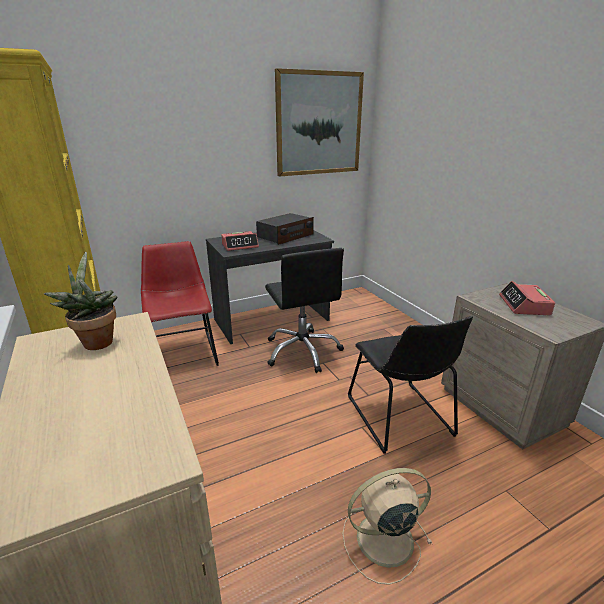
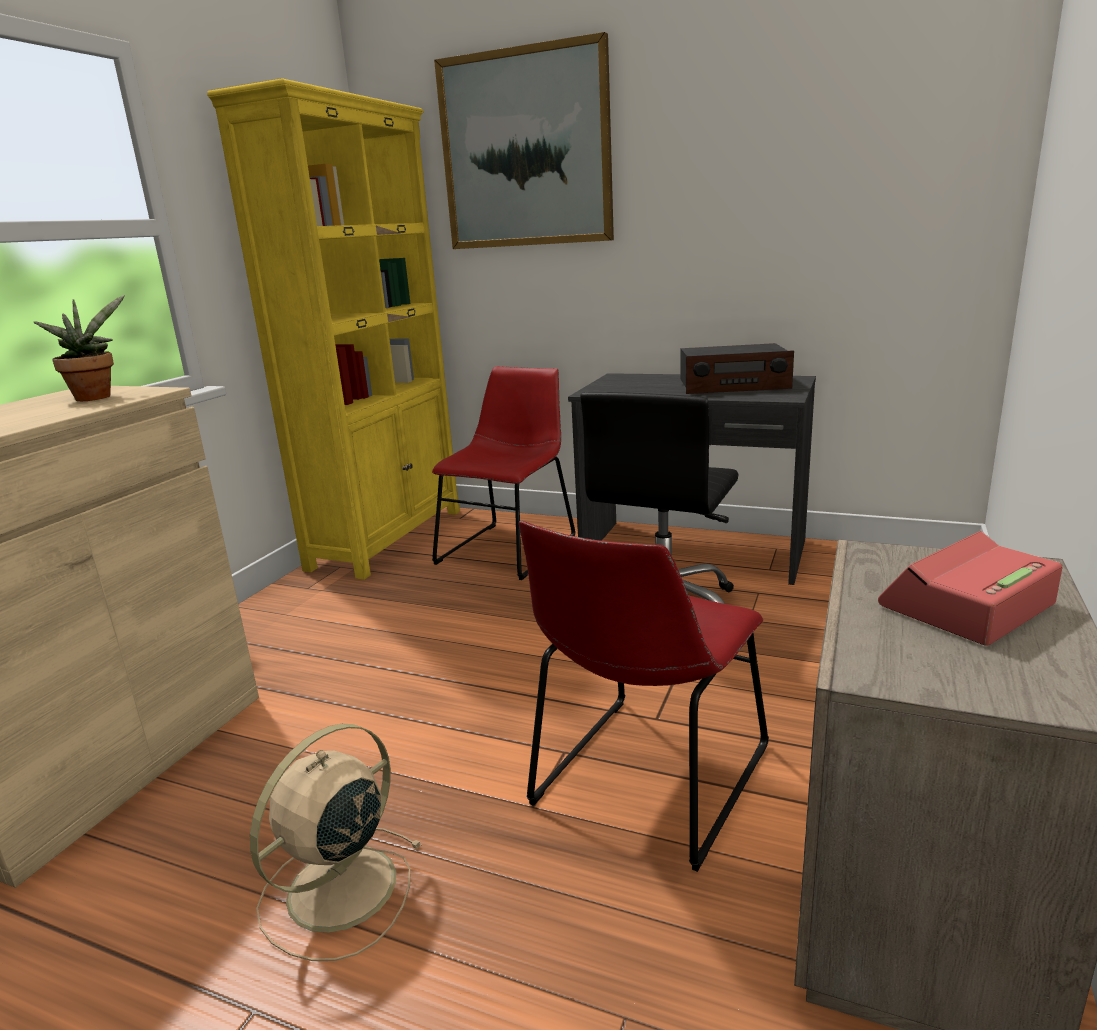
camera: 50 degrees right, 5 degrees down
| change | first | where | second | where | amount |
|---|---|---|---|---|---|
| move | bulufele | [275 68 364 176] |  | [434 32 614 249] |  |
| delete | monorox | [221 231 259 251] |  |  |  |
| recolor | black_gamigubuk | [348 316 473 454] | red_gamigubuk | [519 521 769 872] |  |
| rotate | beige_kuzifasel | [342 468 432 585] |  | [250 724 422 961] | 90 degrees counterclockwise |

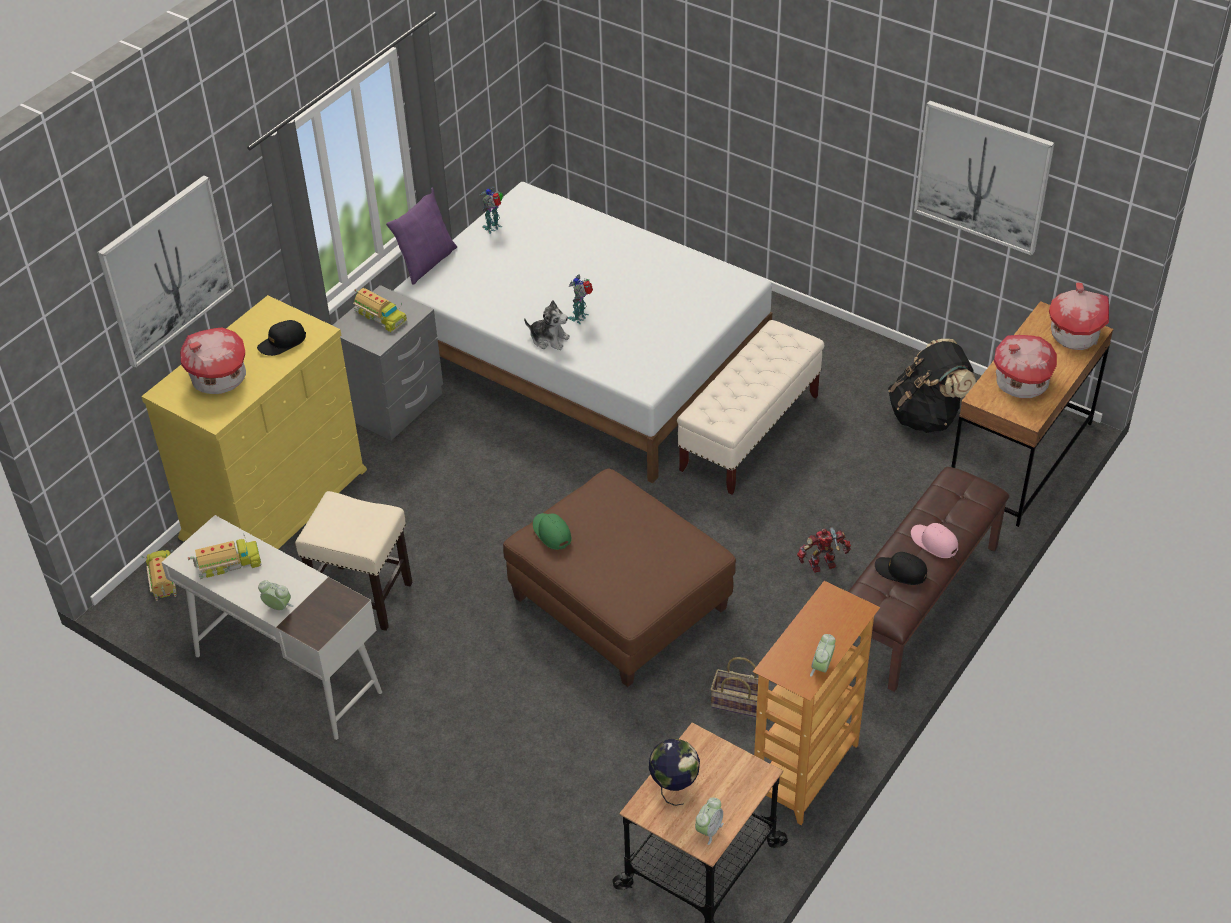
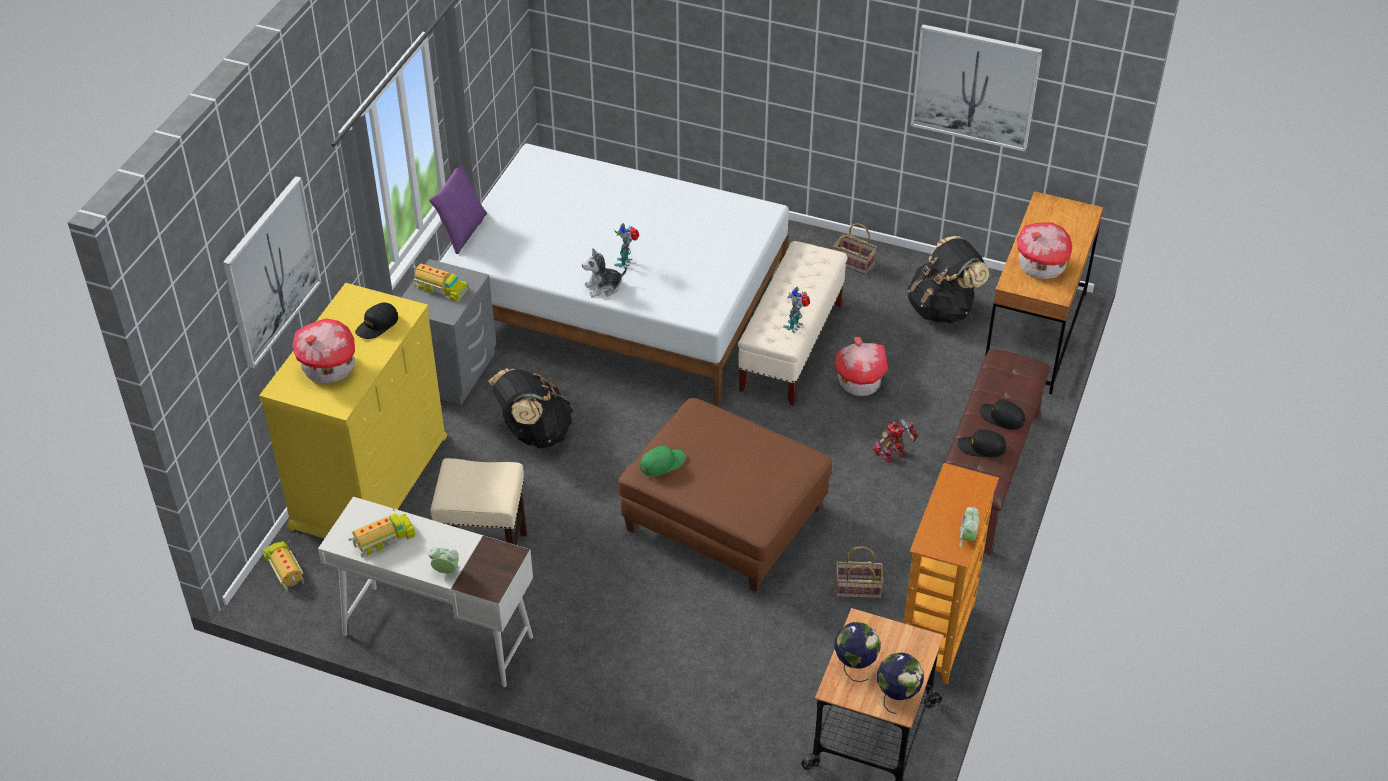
camera: 15 degrees left, 0 degrees up
| change | first | where | second | where | amount |
|---|---|---|---|---|---|
| move | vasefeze | [480 186 503 234] |  | [783 287 810 334] |  |
| move | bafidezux | [1049 283 1109 350] |  | [835 337 888 396] |  |
| rotate | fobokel | [524 300 570 350] |  | [582 248 627 297] | 150 degrees clockwise |
| rotate | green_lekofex | [533 513 572 550] |  | [640 446 686 476] | 105 degrees clockwise |
| recolor | pink_lekofex | [911 523 958 558] | black_lekofex | [979 400 1025 430] |  |
| replace | monorox | [695 798 724 845] | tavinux | [877 653 924 714] |  |
| insert |  |  | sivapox | [833 223 877 275] |  |
| insert |  |  | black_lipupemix | [488 368 573 448] |  |

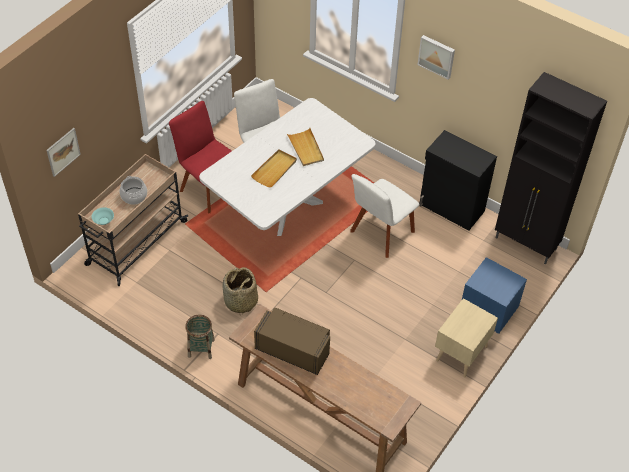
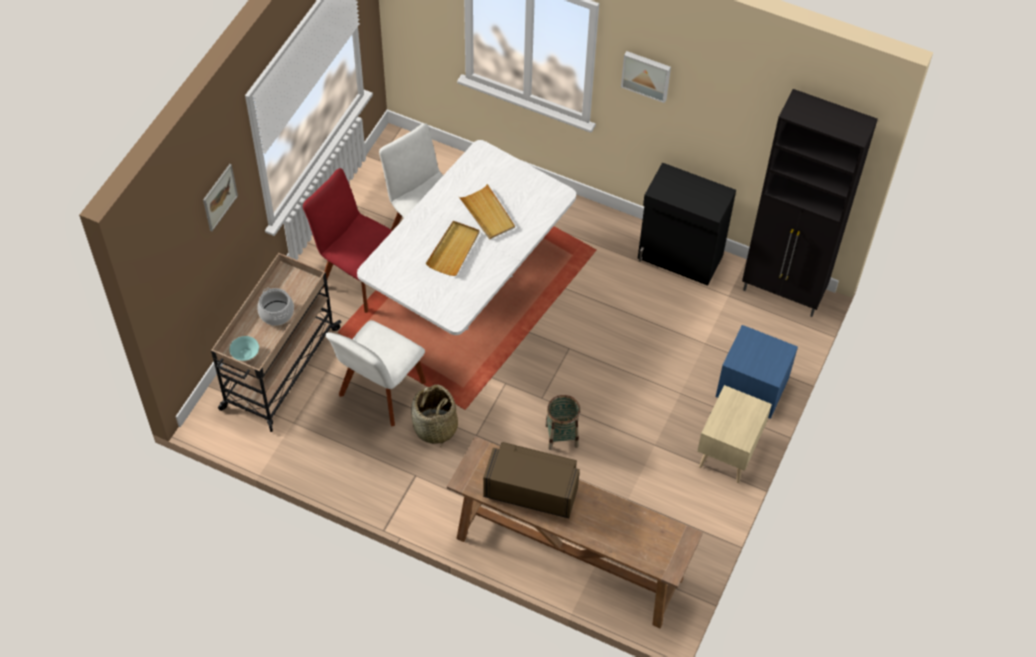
camera: 10 degrees left, 5 degrees up
| change | first | where | second | where | amount |
|---|---|---|---|---|---|
| move | bulufele | [46 128 81 177] |  | [203 164 238 231] |  |
| move | white_gamigubuk | [350 174 419 258] |  | [326 320 426 426] |  |
| move | sivapox | [185 315 215 359] |  | [545 395 580 450] |  |

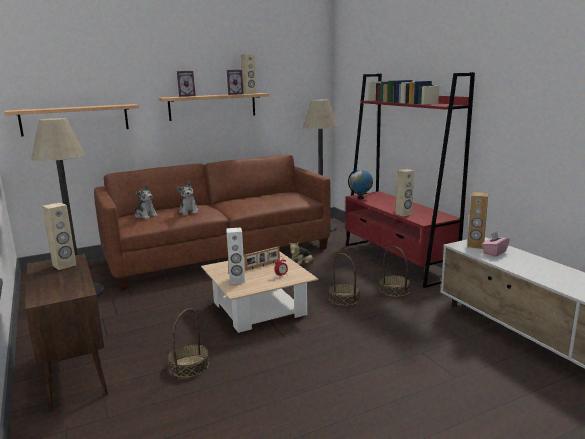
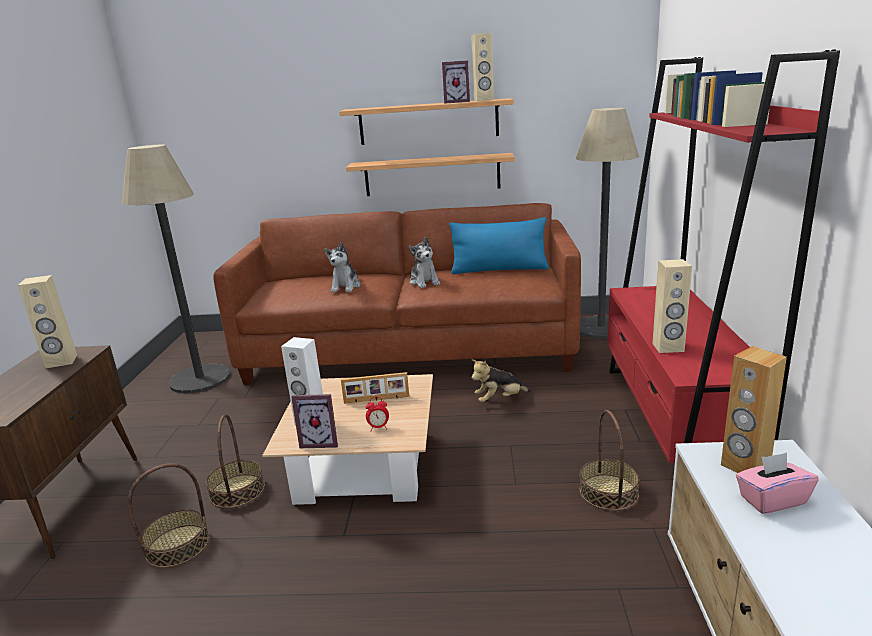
camera: 30 degrees right, 5 degrees up
| change | first | where | second | where | amount |
|---|---|---|---|---|---|
| move | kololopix | [177 71 196 97] |  | [291 394 338 448] |  |
| move | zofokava | [4 104 139 137] |  | [346 153 515 196] |  |
| delete | tavinux | [348 169 373 199] |  |  |  |
| move | fobokel | [135 185 158 219] |  | [409 237 440 288] |  |
| move | sivapox | [329 253 360 306] |  | [206 414 265 509] |  |
| insert |  |  | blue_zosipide | [449 217 549 274] |  |

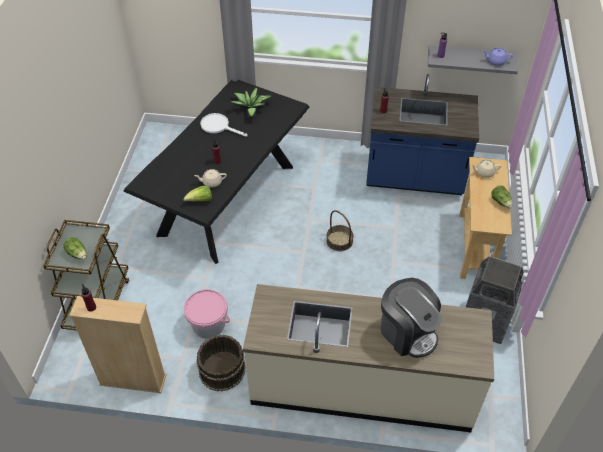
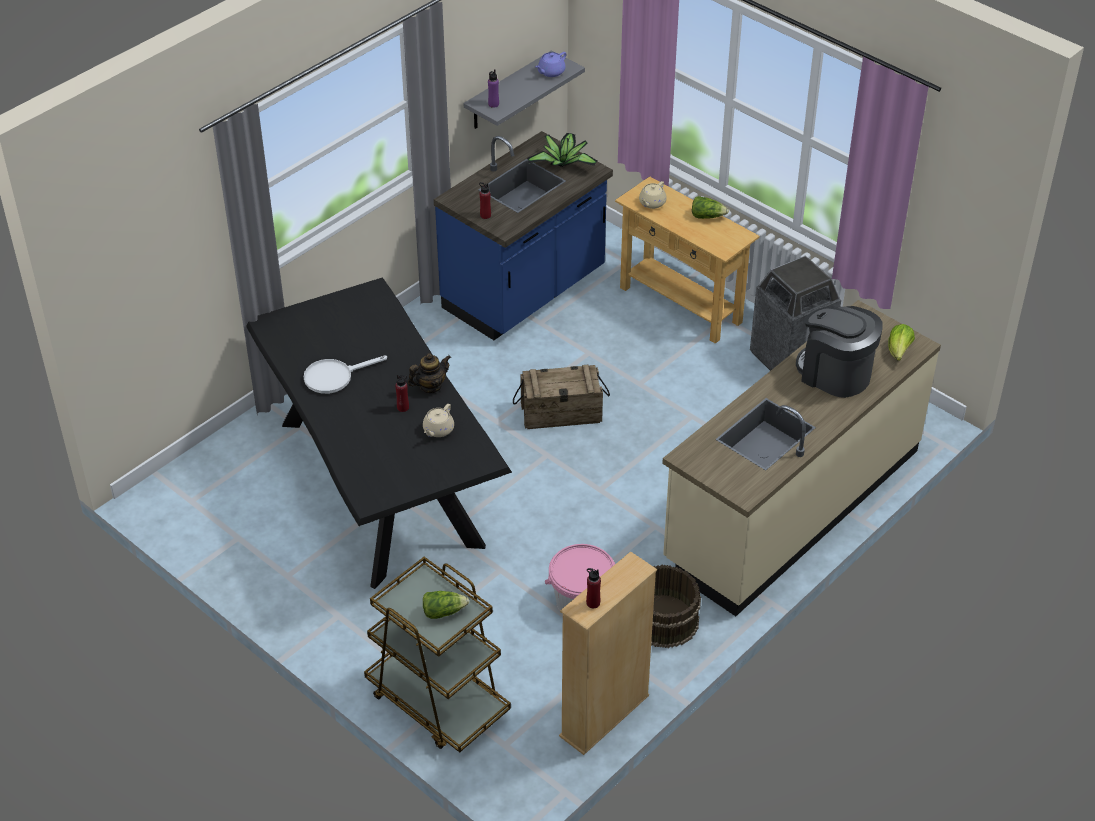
camera: 55 degrees left, 5 degrees down
| change | first | where | second | where | amount |
|---|---|---|---|---|---|
| move | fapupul | [230 87 272 117] |  | [527 133 597 167] |  |
| move | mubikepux | [183 185 212 201] |  | [888 324 915 361] |  |
| replace | sivapox | [326 210 353 251] | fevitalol | [513 365 610 429] |  |
| rotate | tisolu | [381 278 441 358] |  | [796 306 883 398] | 135 degrees counterclockwise |
| insert |  |  | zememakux | [408 353 451 393] |  |

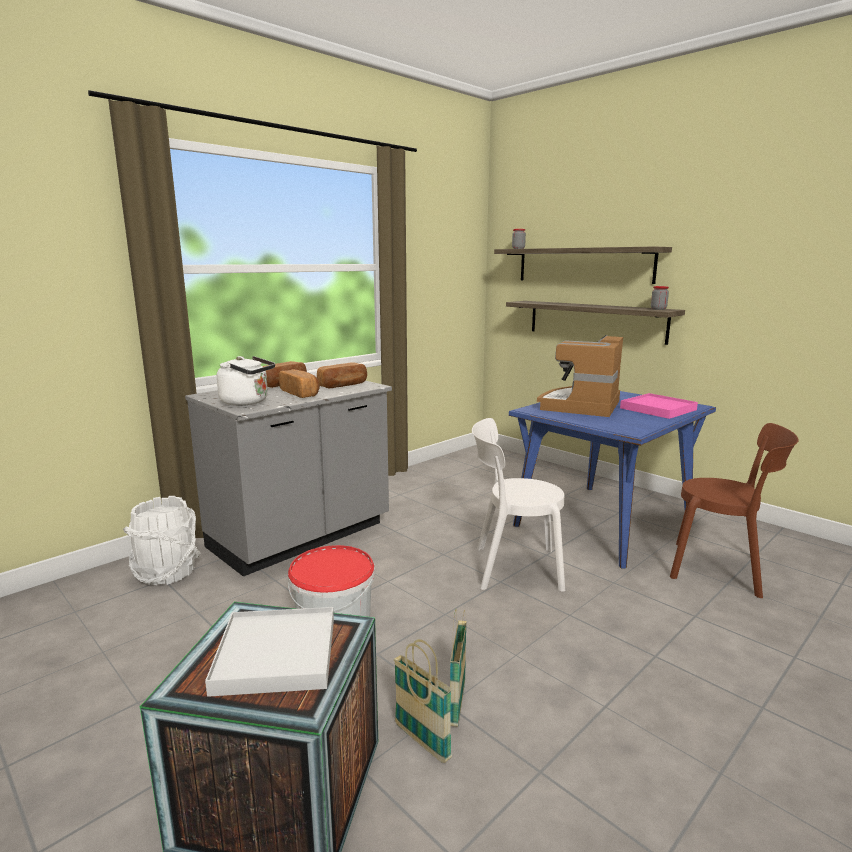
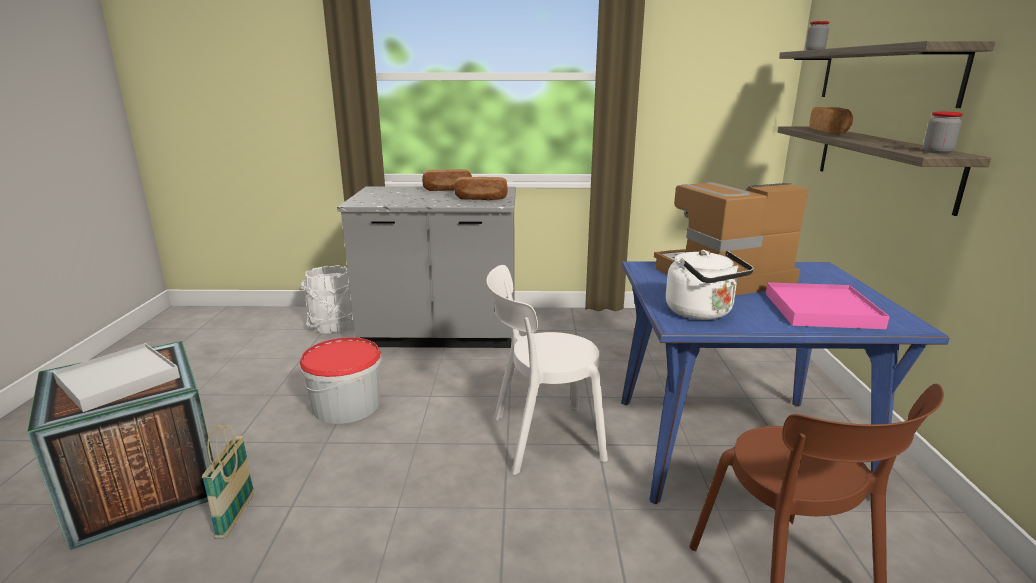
camera: 45 degrees right, 5 degrees up
| change | first | where | second | where | amount |
|---|---|---|---|---|---|
| move | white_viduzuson | [217 356 275 406] |  | [666 250 754 320] |  |
| move | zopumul | [279 369 320 398] |  | [810 107 853 134] |  |
| rotate | white_gamigubuk | [472 418 565 592] |  | [486 265 608 475] | 60 degrees counterclockwise |
| delete | sivapox | [450 609 467 727] |  |  |  |

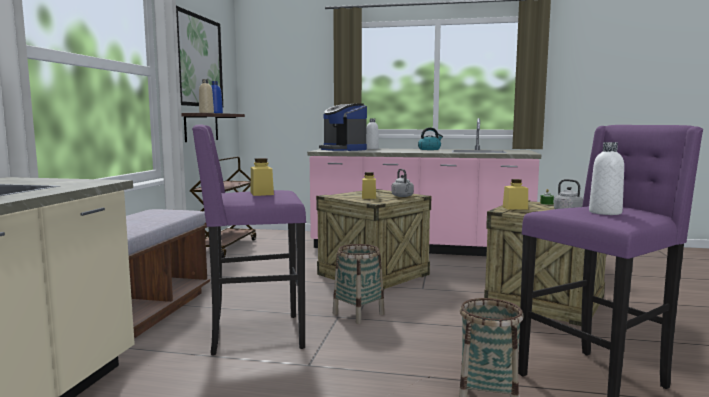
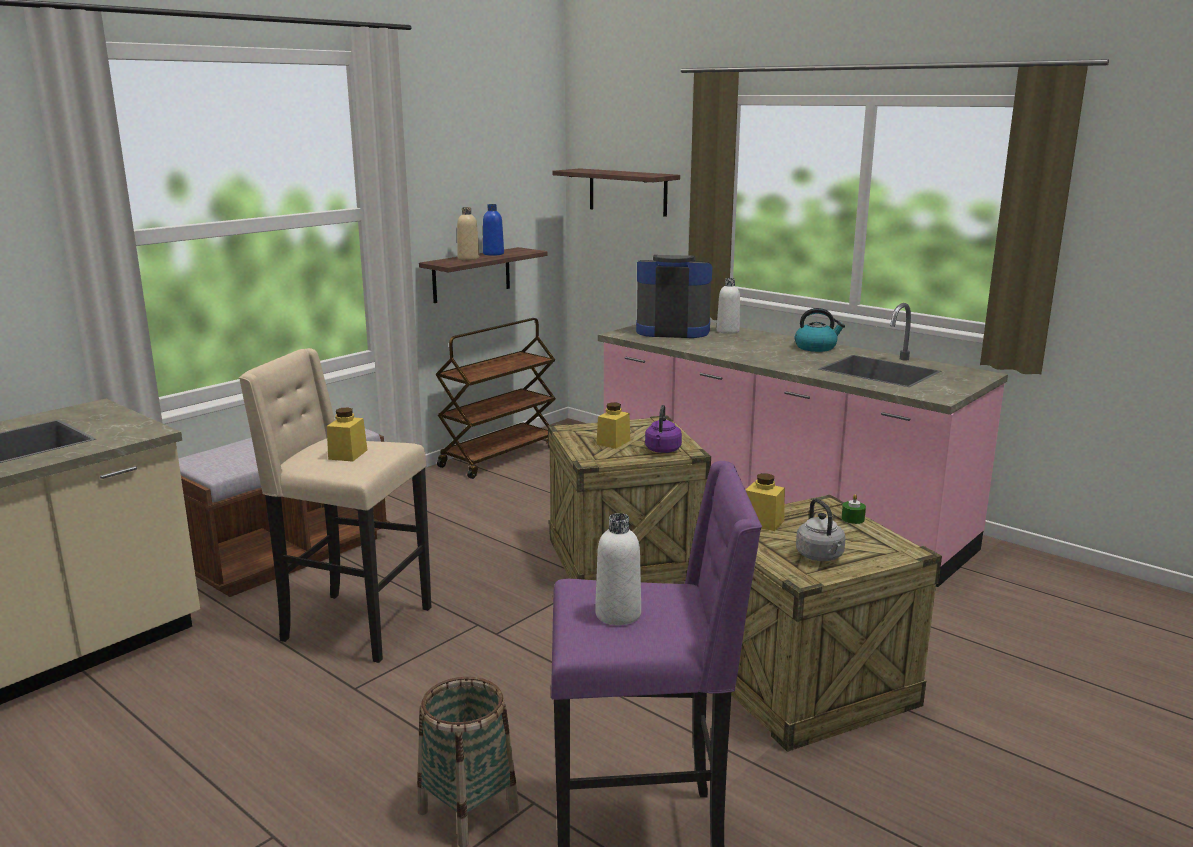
camera: 30 degrees right, 10 degrees up
| change | first | where | second | where | amount |
|---|---|---|---|---|---|
| delete | bulufele | [176 6 223 106] |  |  |  |
| rotate | tisolu | [319 103 367 151] |  | [636 255 712 338] | 105 degrees clockwise |
| recolor | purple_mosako | [192 124 306 356] | beige_mosako | [239 348 432 663] |  |
| recolor | grey_viduzuson | [392 169 414 197] | purple_viduzuson | [645 405 682 453] |  |
| delete | sivapox | [333 244 385 324] |  |  |  |
| insert |  |  | zofokava | [553 168 680 217] |  |

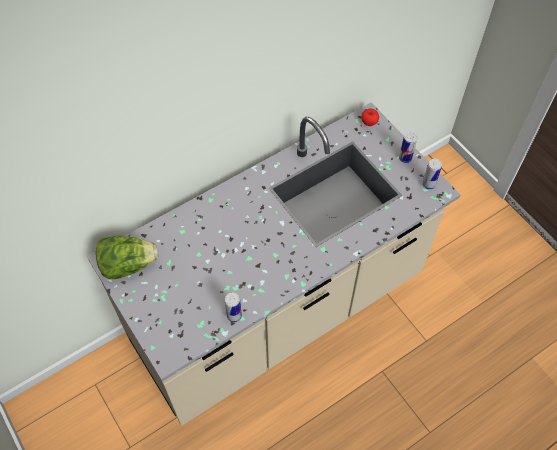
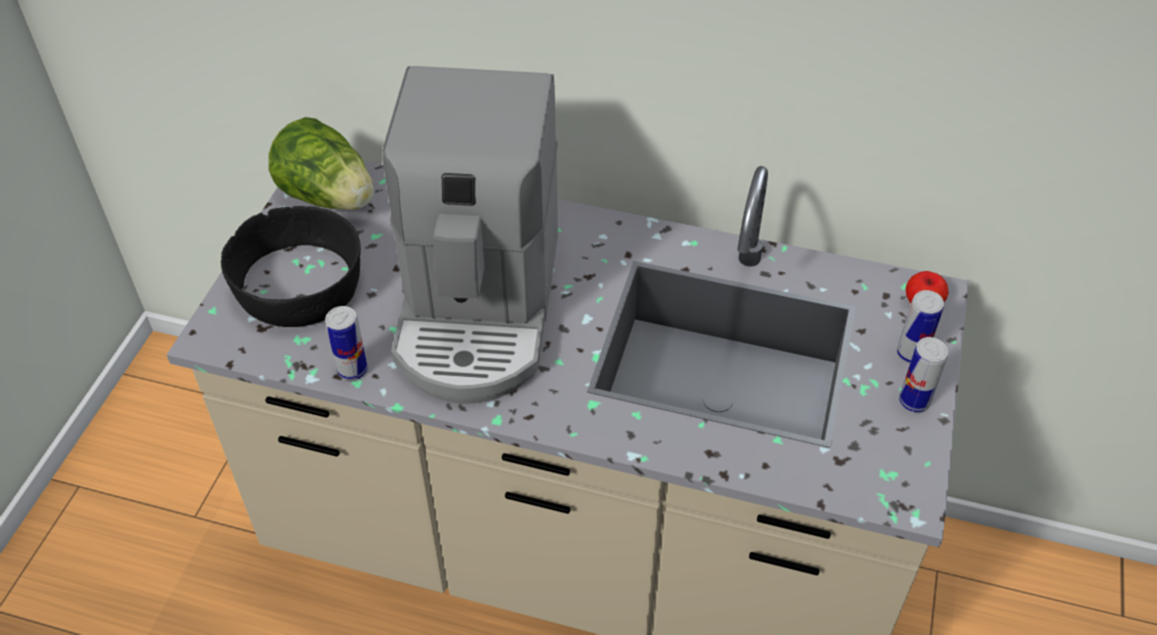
camera: 50 degrees right, 10 degrees down
| change | first | where | second | where | amount |
|---|---|---|---|---|---|
| move | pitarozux | [422 159 442 190] |  | [897 290 944 364] |  |
| insert |  |  | tisolu | [382 66 558 404] |  |
| insert |  |  | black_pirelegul | [221 206 361 327] |  |

